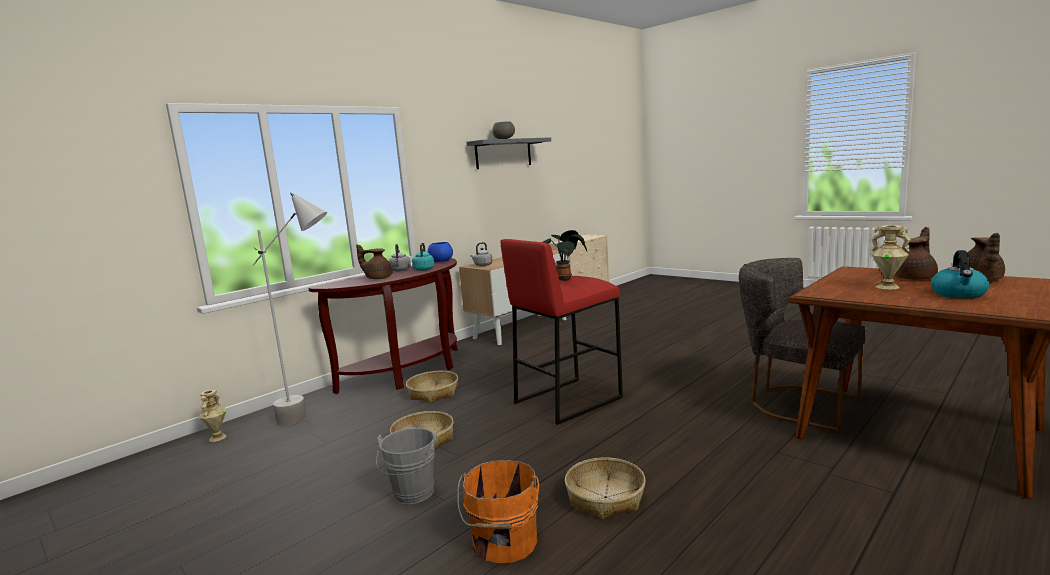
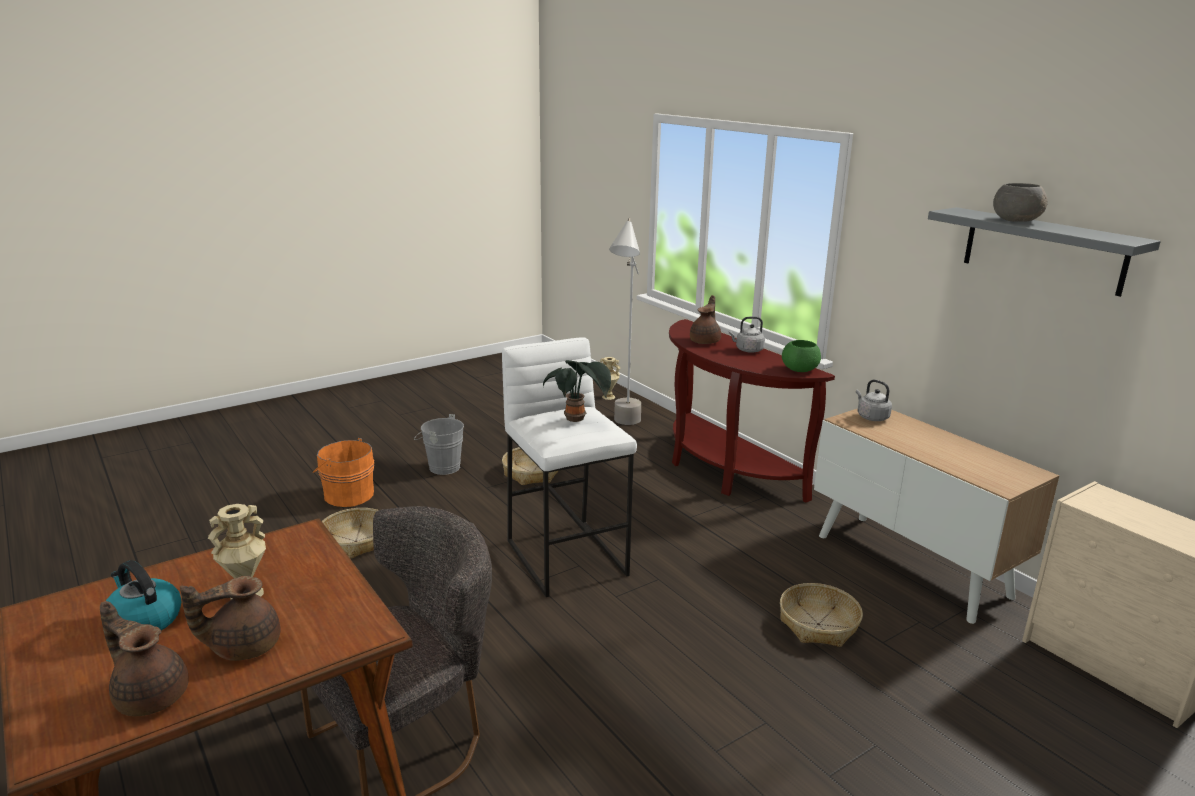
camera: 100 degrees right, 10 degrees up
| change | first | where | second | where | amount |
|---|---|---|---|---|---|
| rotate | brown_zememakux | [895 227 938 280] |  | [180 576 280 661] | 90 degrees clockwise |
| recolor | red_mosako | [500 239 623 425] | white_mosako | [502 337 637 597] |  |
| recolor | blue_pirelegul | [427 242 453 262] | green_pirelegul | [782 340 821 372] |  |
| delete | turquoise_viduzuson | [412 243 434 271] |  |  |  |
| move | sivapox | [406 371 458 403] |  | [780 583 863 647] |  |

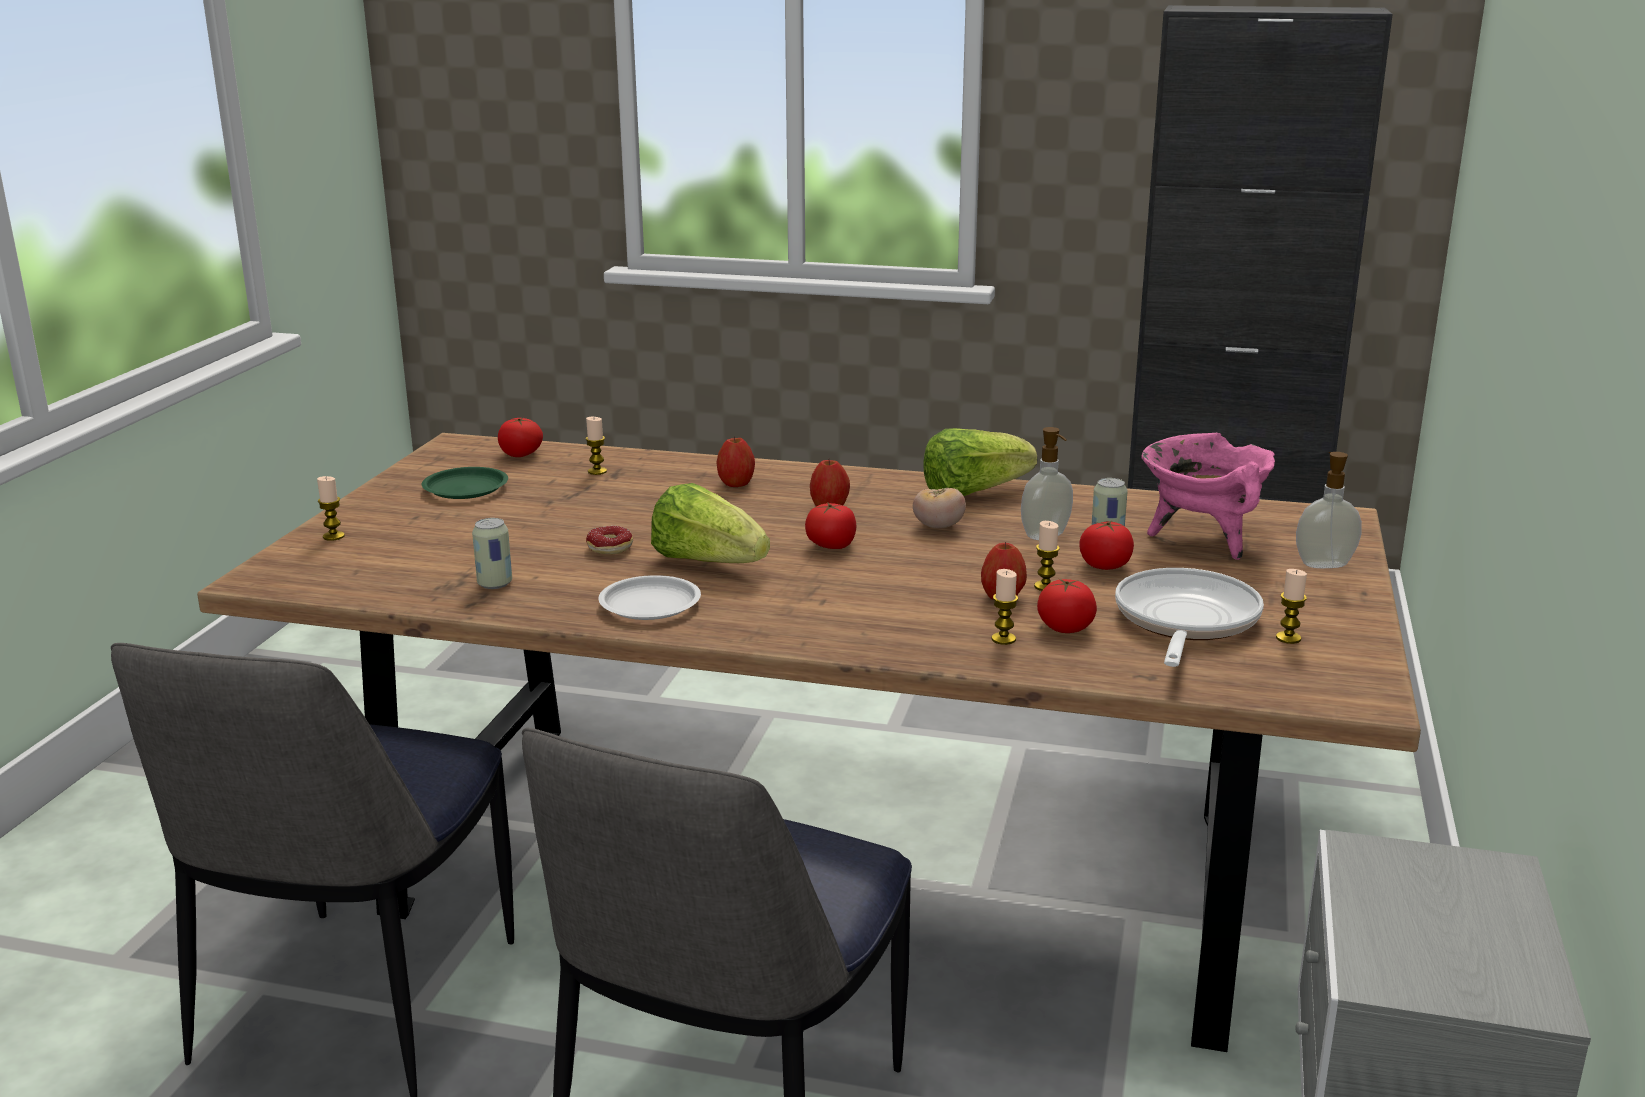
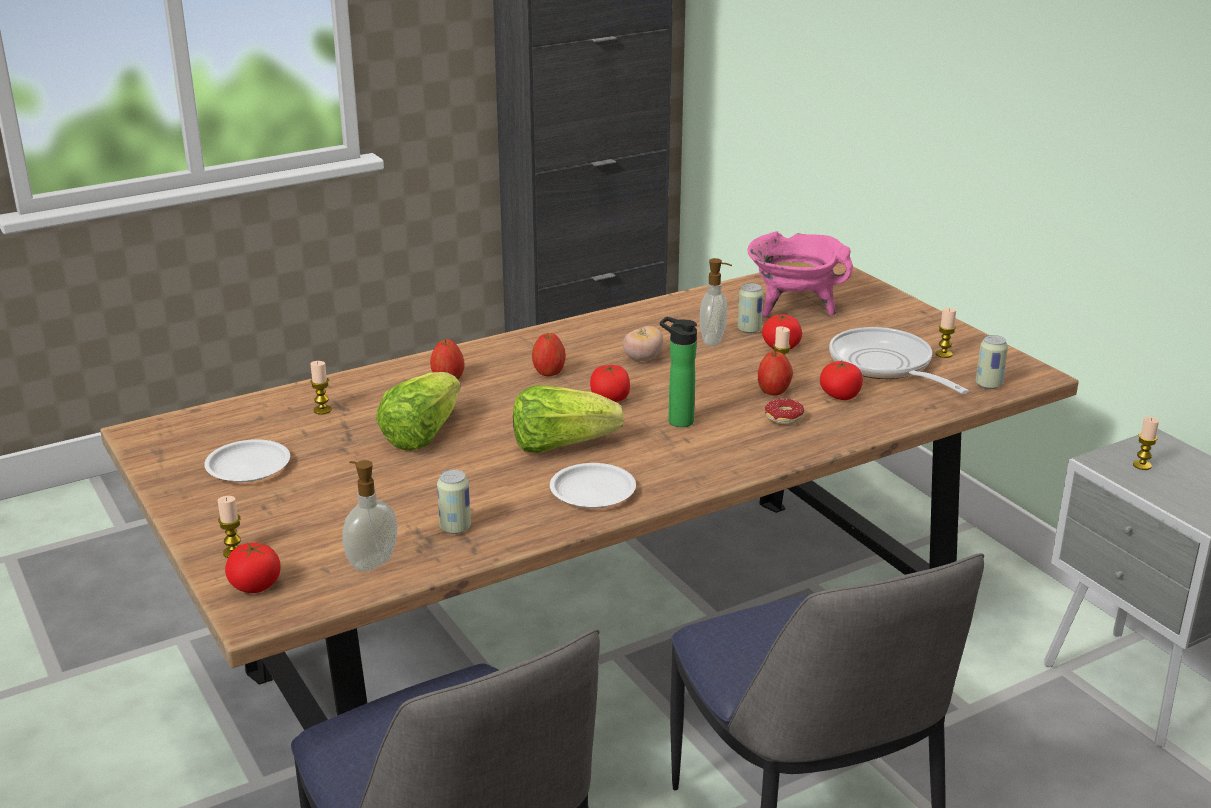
camera: 45 degrees left, 5 degrees up
| change | first | where | second | where | amount |
|---|---|---|---|---|---|
| move | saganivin | [498 418 543 457] |  | [225 543 281 593] |  |
| move | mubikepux | [923 428 1037 496] |  | [376 372 461 450] |  |
| move | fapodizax | [1296 452 1362 568] |  | [343 460 398 571] |  |
| recolor | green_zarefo | [422 467 508 499] | white_zarefo | [204 439 290 482] |  |
| move | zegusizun | [586 526 633 554] |  | [765 399 813 425] |  |
| move | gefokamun | [991 569 1018 645] |  | [1133 417 1159 470] |  |
| insert |  |  | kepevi | [660 317 697 427] |  |
| insert |  |  | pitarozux | [976 335 1008 389] |  |

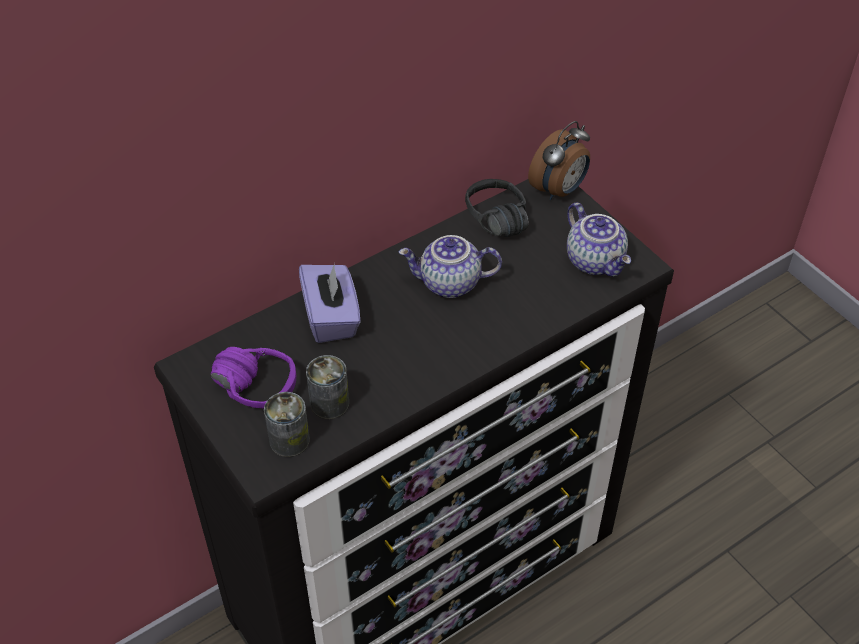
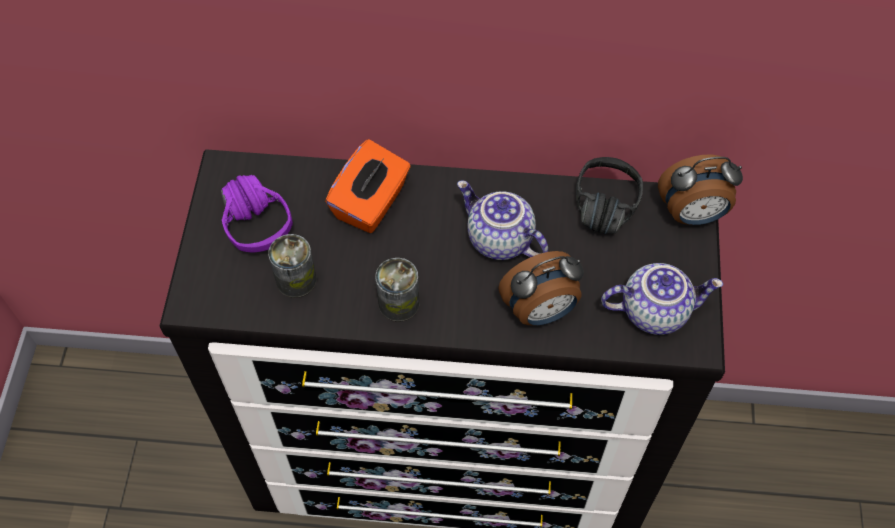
camera: 40 degrees right, 10 degrees up
| change | first | where | second | where | amount |
|---|---|---|---|---|---|
| rotate | zememakux | [567 202 631 277] |  | [601 263 723 335] | 105 degrees counterclockwise |
| recolor | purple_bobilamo | [299 263 361 343] | orange_bobilamo | [325 139 411 233] |  |
| move | pitarozux | [264 392 310 457] |  | [375 258 419 322] |  |
| insert |  |  | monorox | [498 251 584 326] |  |

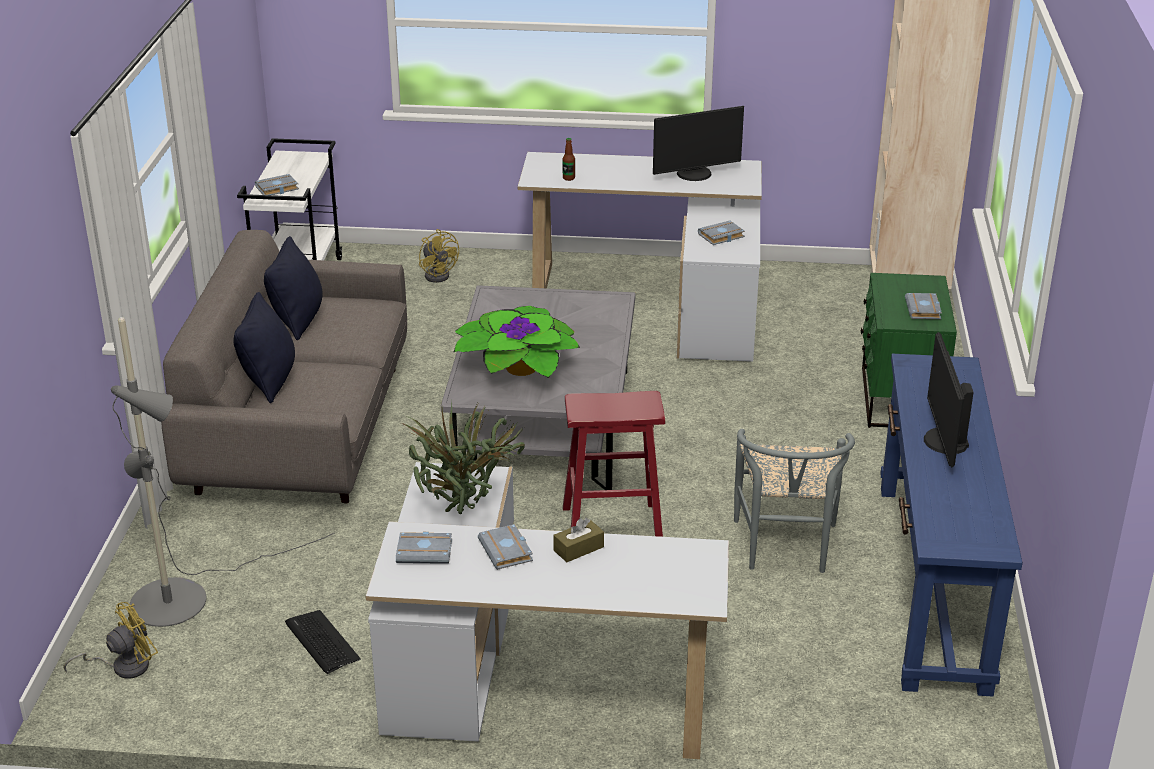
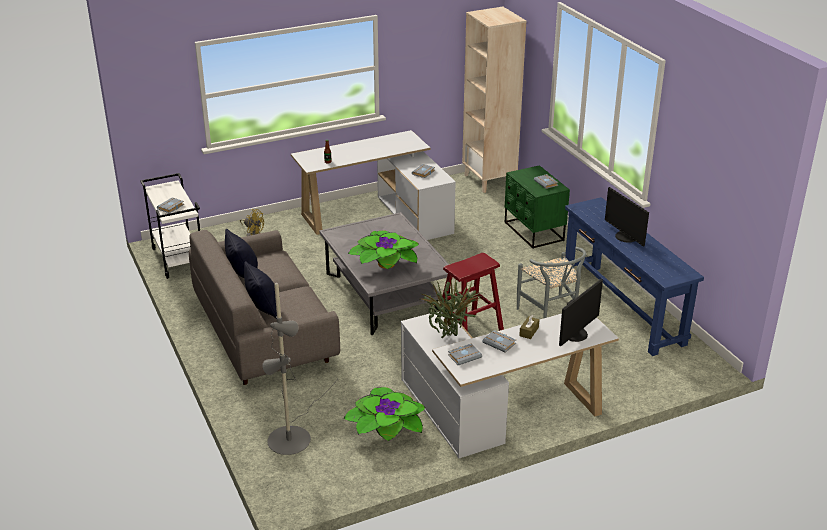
camera: 30 degrees left, 0 degrees up
| change | first | where | second | where | amount |
|---|---|---|---|---|---|
| move | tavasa | [653 106 744 181] |  | [559 279 603 346] |  |
| delete | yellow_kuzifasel | [63 602 158 679] |  |  |  |
| replace | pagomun | [285 610 361 674] | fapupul | [343 387 425 441] |  |

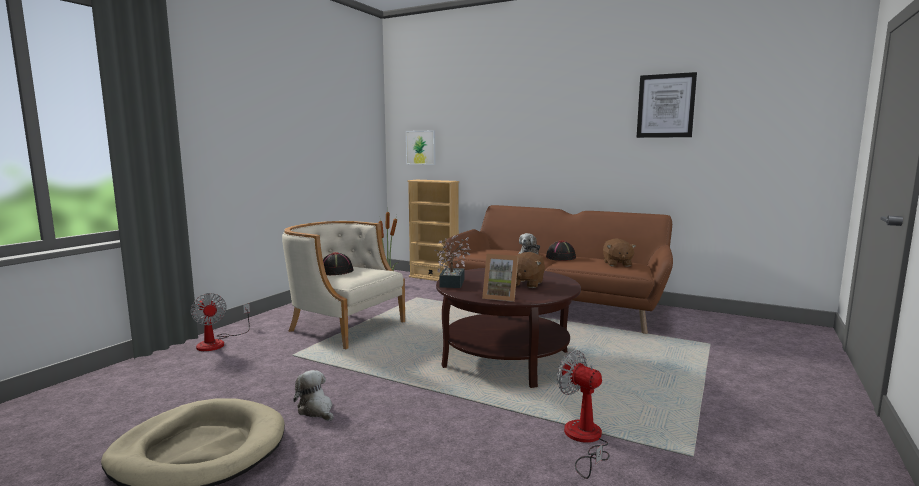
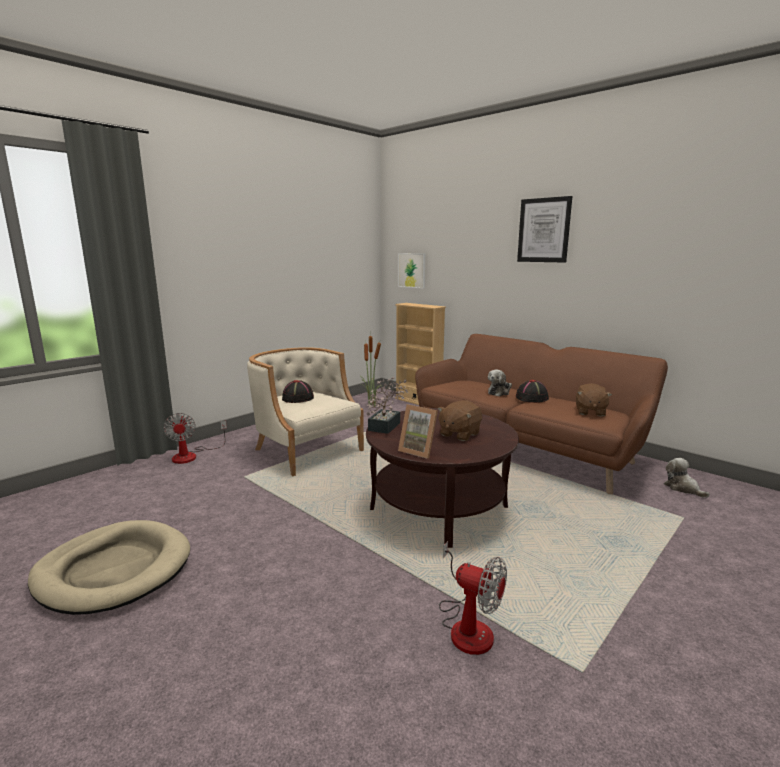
camera: 15 degrees right, 5 degrees up
| change | first | where | second | where | amount |
|---|---|---|---|---|---|
| move | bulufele | [637 72 697 138] |  | [517 196 572 263] |  |
| rotate | kuzifasel | [557 350 609 479] |  | [439 541 507 655] | 150 degrees clockwise |
| move | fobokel | [293 370 333 421] |  | [664 458 710 498] |  |

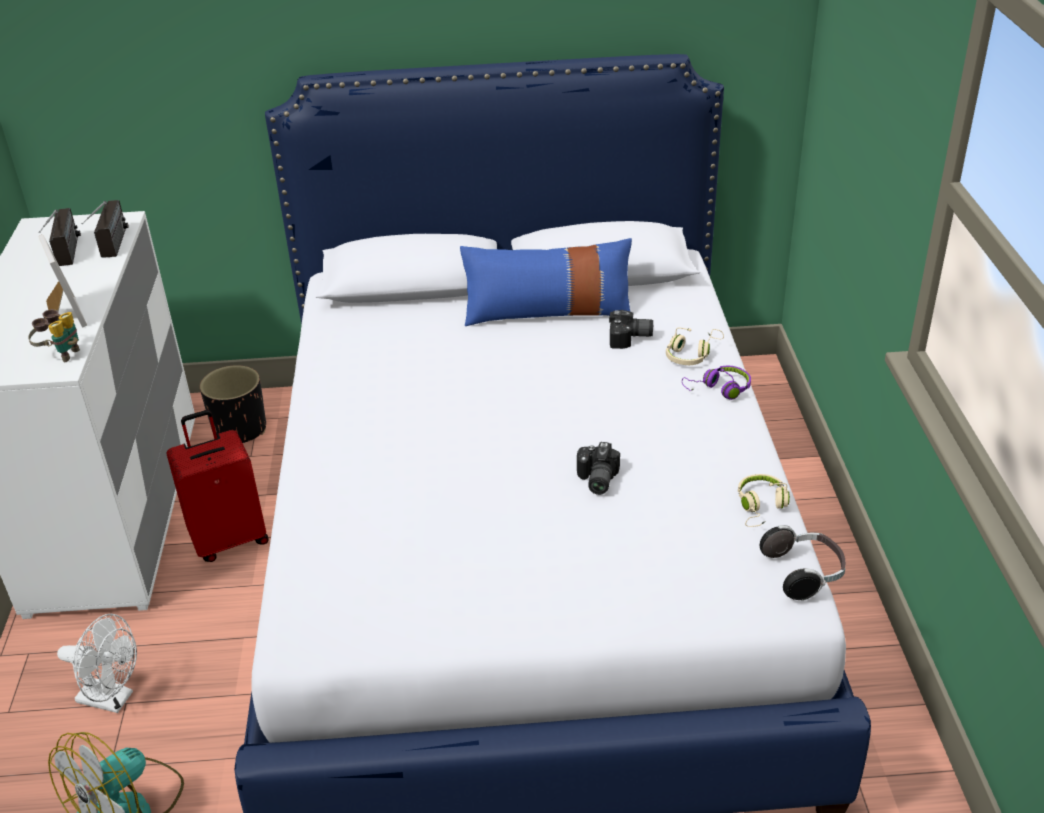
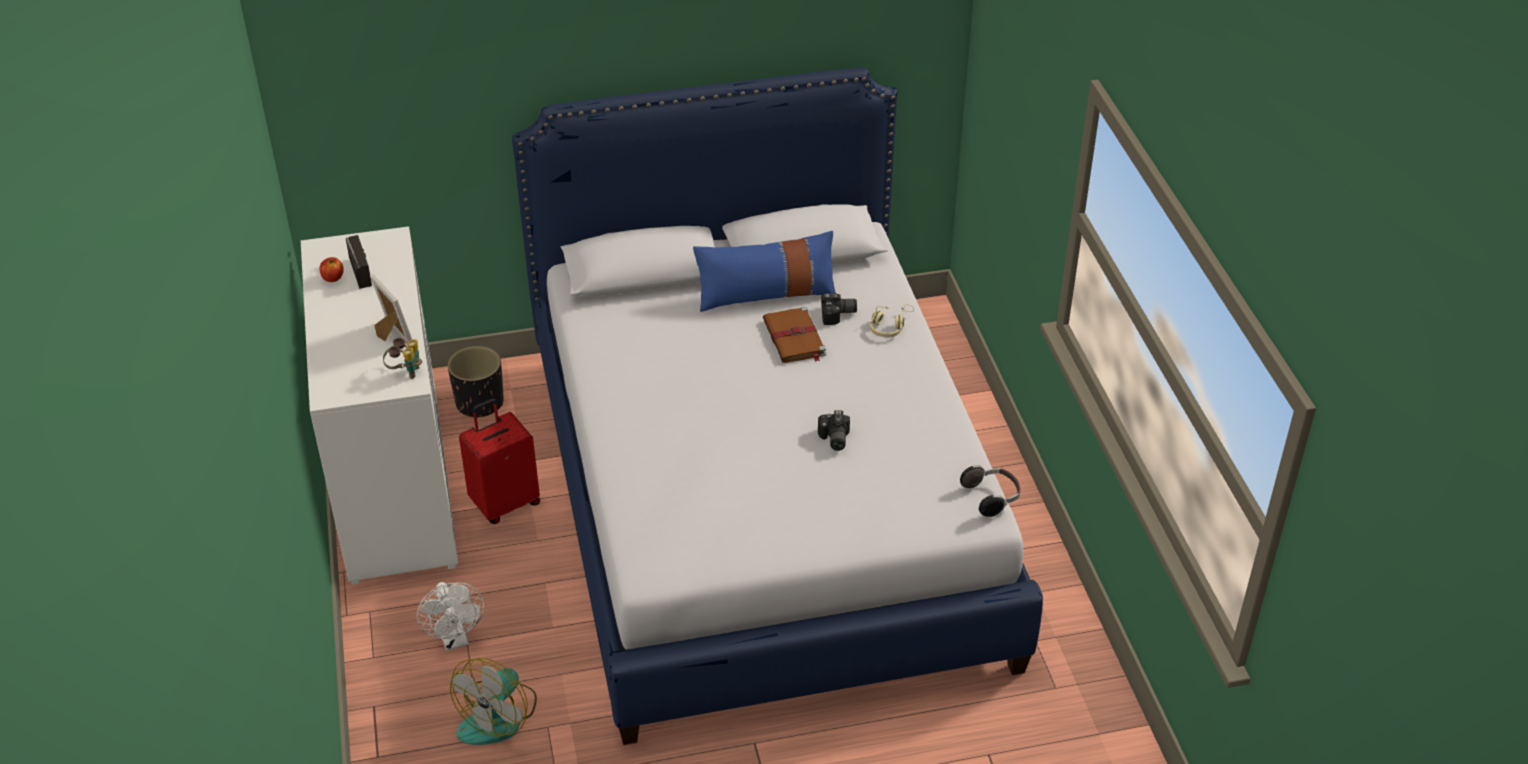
camera: 10 degrees left, 5 degrees up
| change | first | where | second | where | amount |
|---|---|---|---|---|---|
| delete | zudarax | [81 200 129 258] |  |  |  |
| delete | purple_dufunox | [682 366 751 400] |  |  |  |
| delete | beige_dufunox | [738 474 790 527] |  |  |  |
| rotate | white_kuzifasel | [57 614 137 713] |  | [417 582 484 651] | 60 degrees clockwise |
| insert |  |  | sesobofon | [320 257 344 282] |  |
| insert |  |  | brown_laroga | [763 307 826 363] |  |

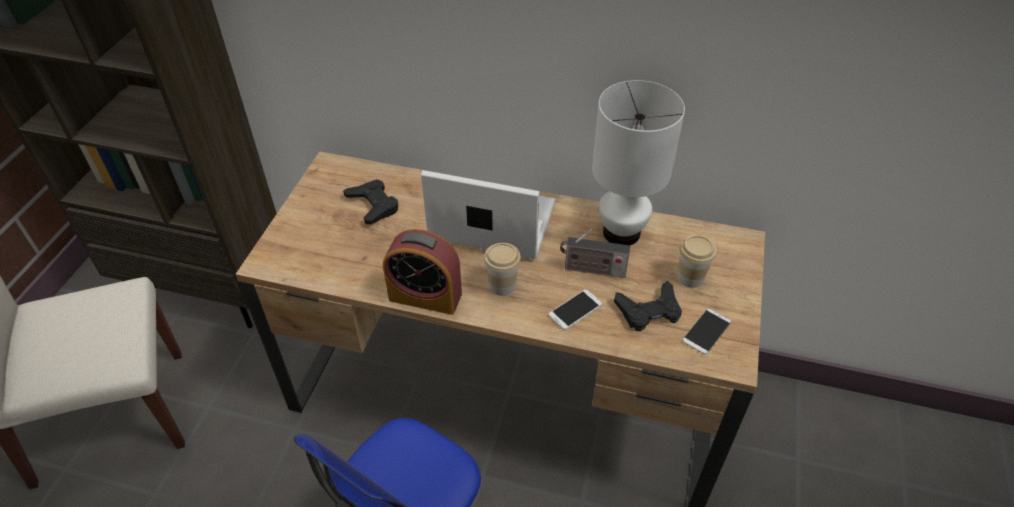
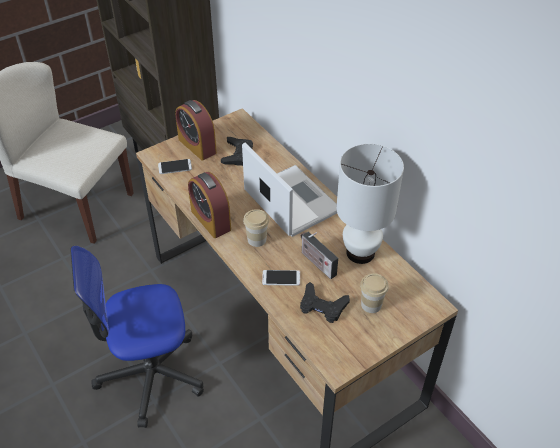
camera: 40 degrees right, 0 degrees up
| change | first | where | second | where | amount |
|---|---|---|---|---|---|
| move | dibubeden | [683 309 731 354] |  | [158 159 192 174] |  |
| insert |  |  | monorox | [175 100 217 161] |  |

